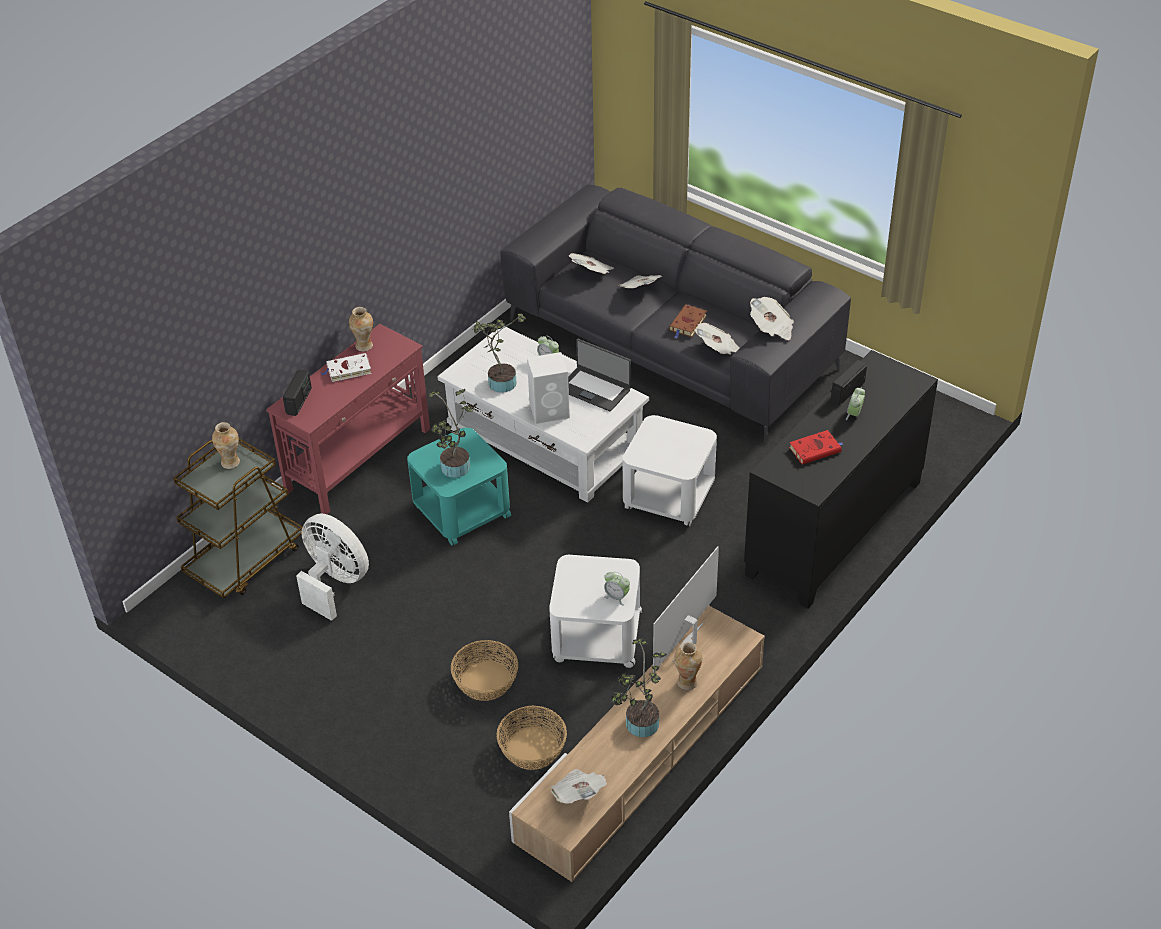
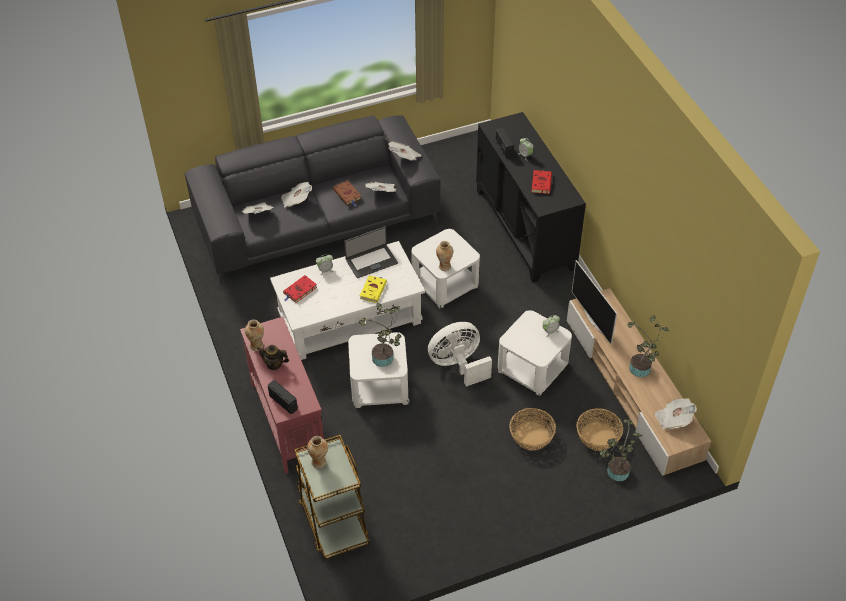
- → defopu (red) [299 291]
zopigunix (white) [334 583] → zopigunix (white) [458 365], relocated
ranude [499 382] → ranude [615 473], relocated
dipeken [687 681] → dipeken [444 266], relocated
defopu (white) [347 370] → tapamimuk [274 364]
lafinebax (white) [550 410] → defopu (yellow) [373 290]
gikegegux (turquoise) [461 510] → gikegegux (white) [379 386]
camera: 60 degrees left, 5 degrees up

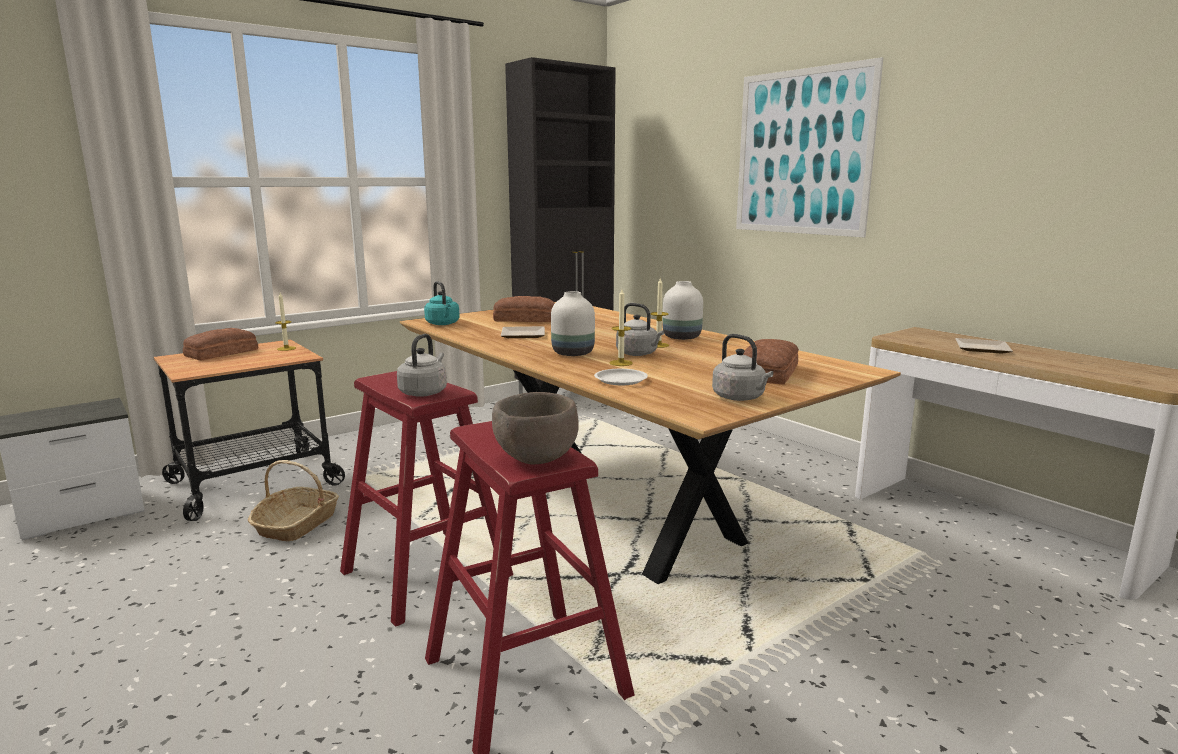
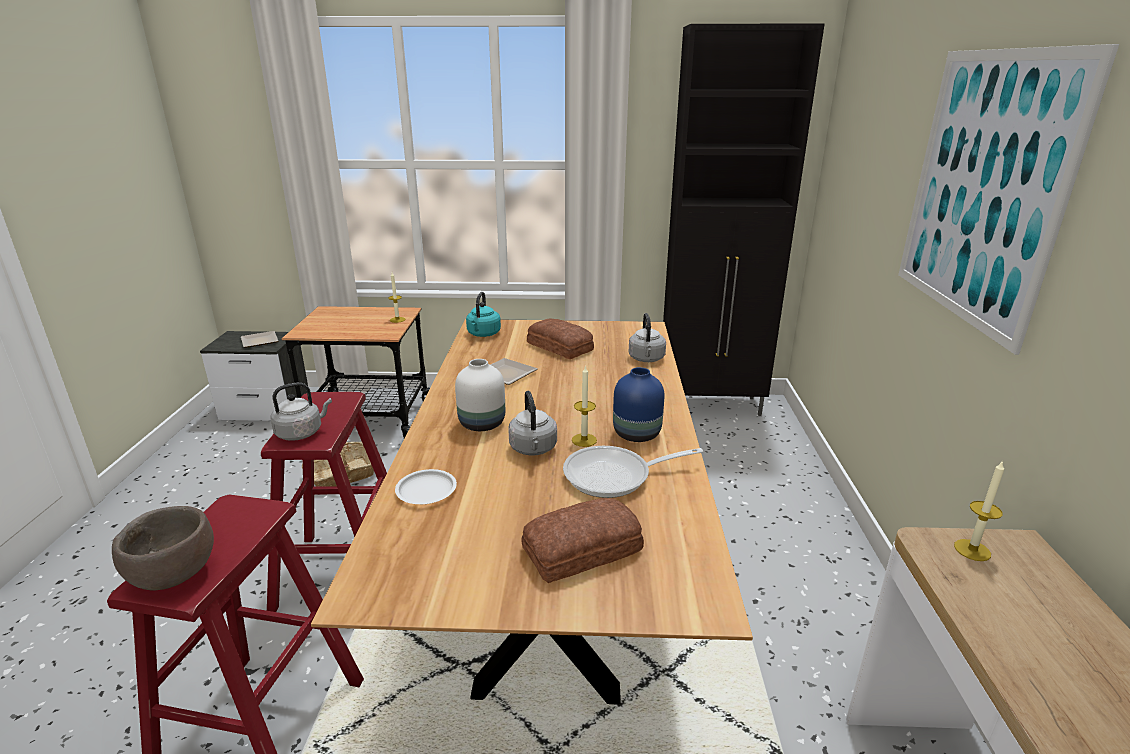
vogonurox [220 353] → -
- → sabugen [615 476]
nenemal [621 363] → nenemal [972 550], relocated
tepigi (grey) [740 398] → tepigi (grey) [646 359], relocated
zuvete [980 349] → zuvete [258 341], relocated
dipeken (white) [681 337] → dipeken (blue) [636 433]
camera: 40 degrees right, 10 degrees up

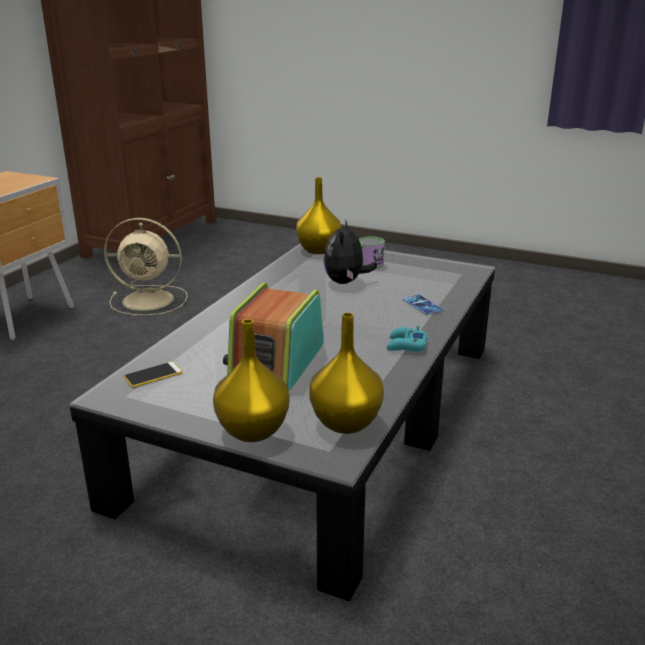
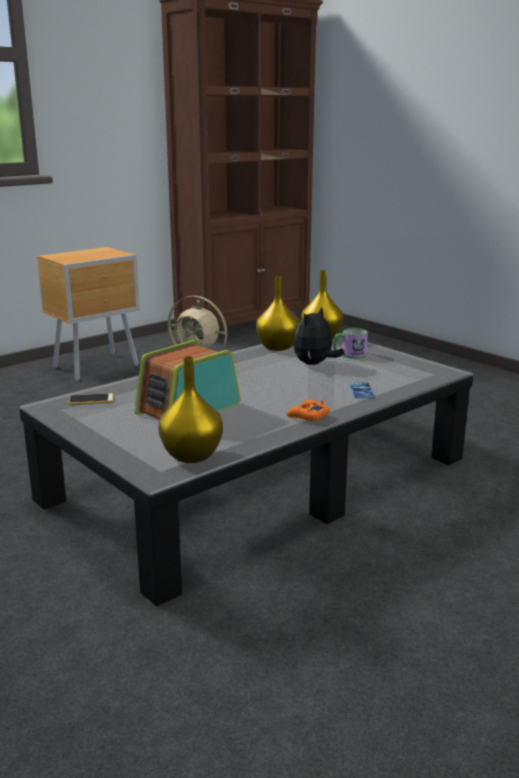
dipeken (yellow) [251 430] → dipeken (yellow) [277 347], relocated
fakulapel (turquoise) [406 345] → fakulapel (orange) [307 416]
camera: 25 degrees right, 5 degrees down

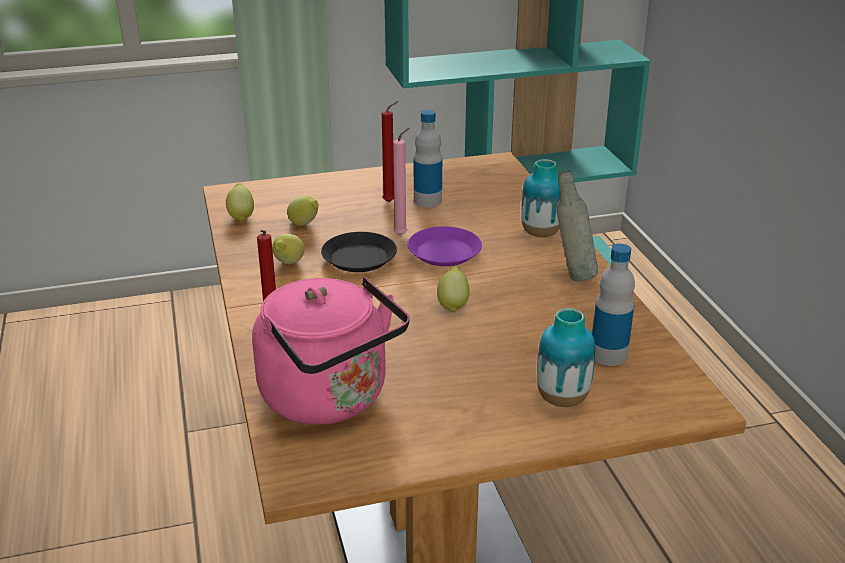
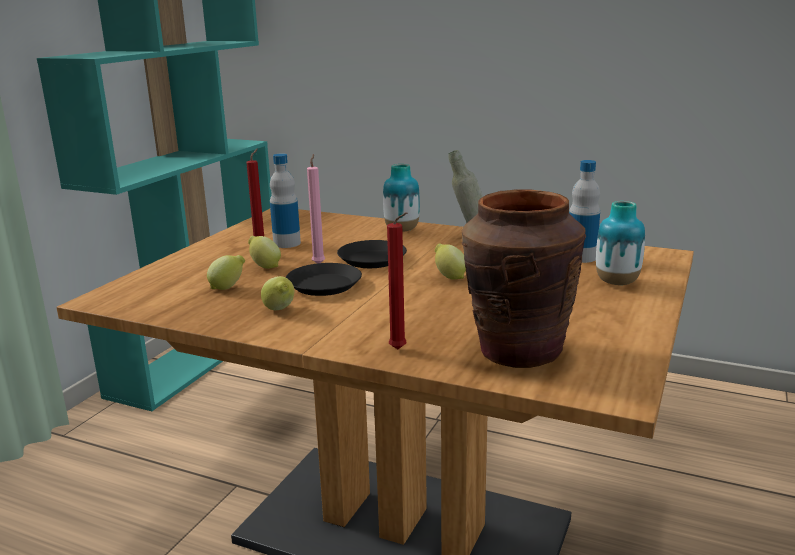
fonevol [241 216] → fonevol [264 266], relocated
tepigi (pink) [330 399] → dipeken (brown) [518 351]
zuvete (purple) [444 252] → zuvete (black) [371 259]
camera: 50 degrees left, 10 degrees down

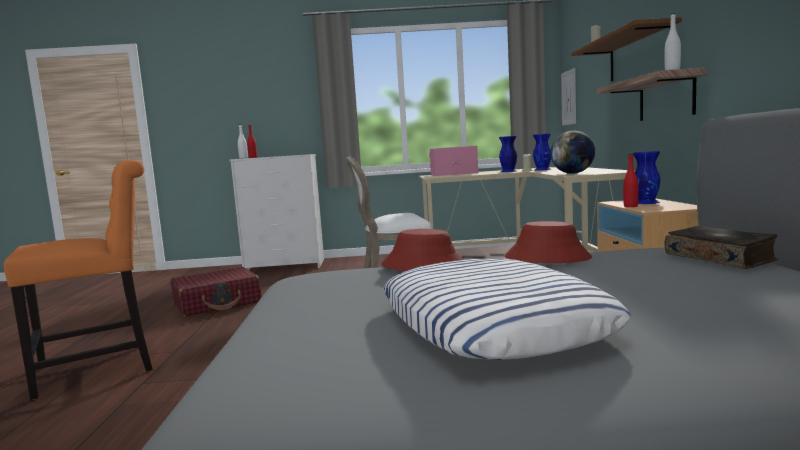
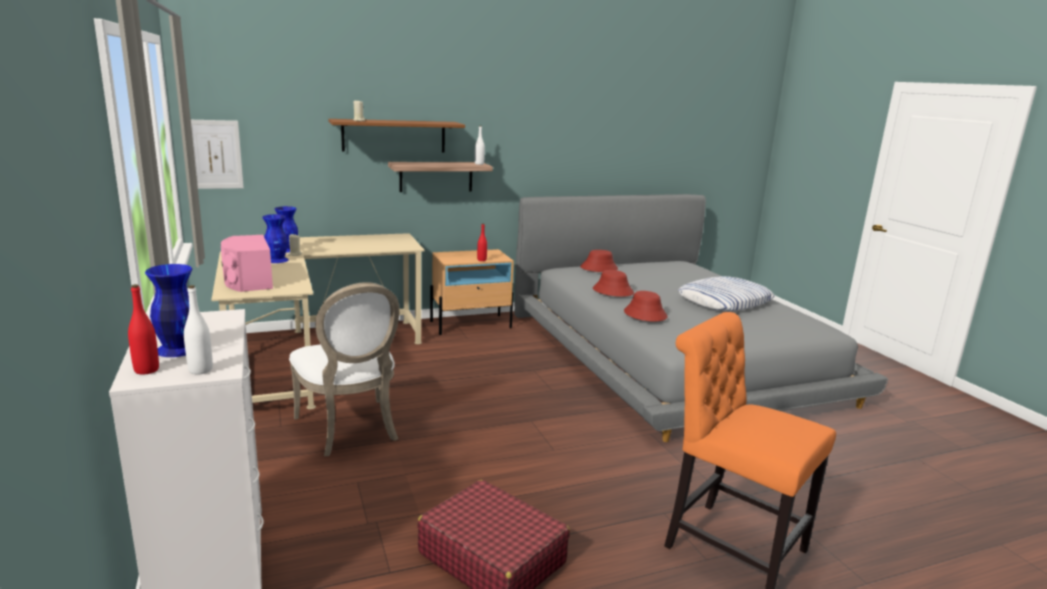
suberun [573 173] → -
dipeken (blue) [646 202] → dipeken (blue) [177 349], relocated
defopu [719 258] → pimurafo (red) [599 268]
camera: 110 degrees left, 10 degrees up

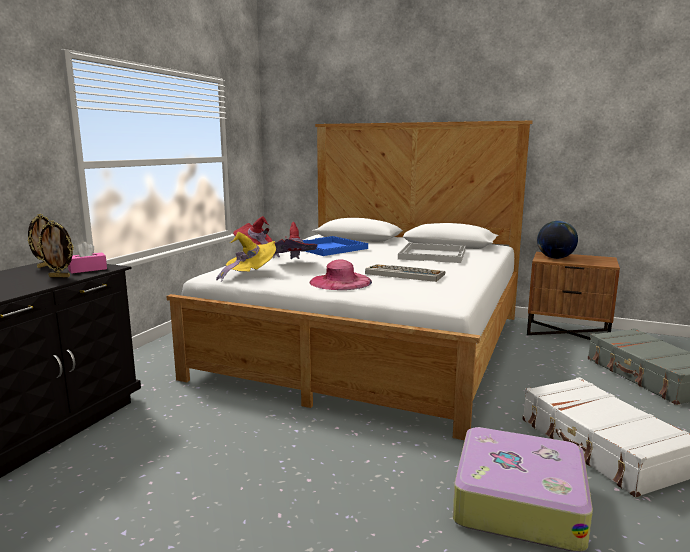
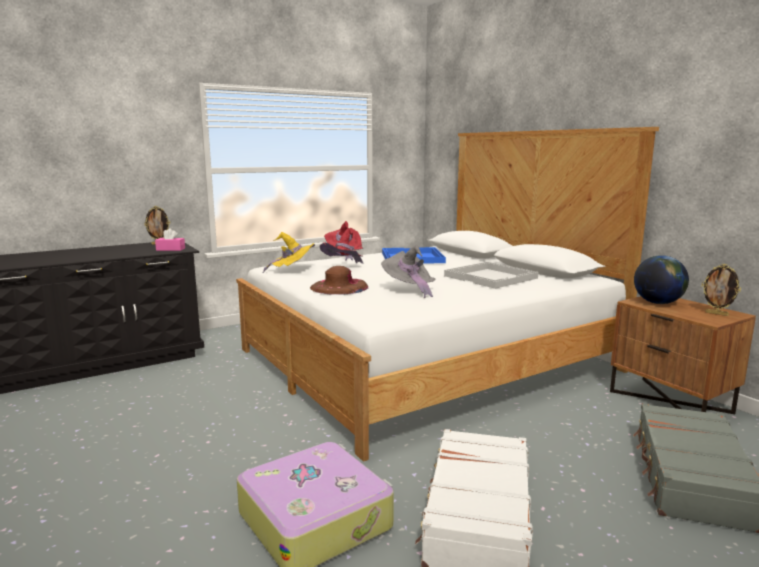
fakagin [60 276] → fakagin [717 314], relocated
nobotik [404 274] → pimurafo (grey) [409 289]
pimurafo (pink) [340 282] → pimurafo (brown) [339 287]
camera: 35 degrees right, 0 degrees up

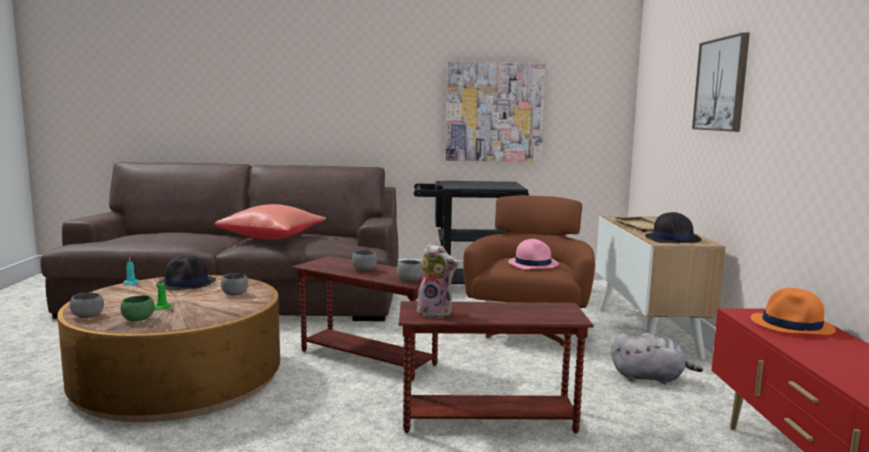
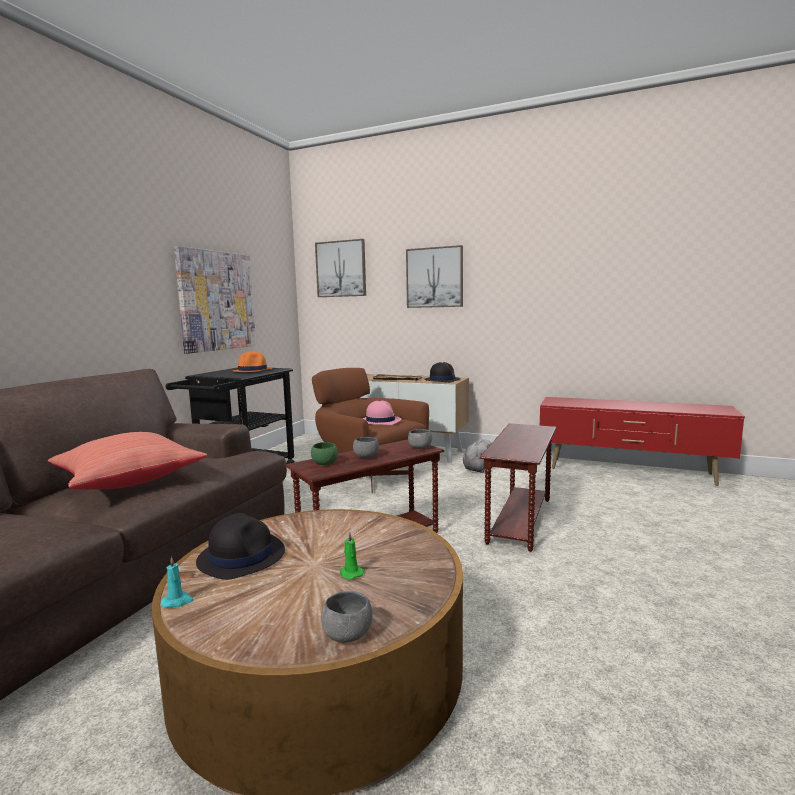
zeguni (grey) [234 294] → -
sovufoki [436 313] → -
- → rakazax [341 269]
zeguni (green) [138 319] → zeguni (green) [324 463], relocated
pimurafo (orange) [792 325] → pimurafo (orange) [253 370], relocated
camera: 65 degrees left, 0 degrees up

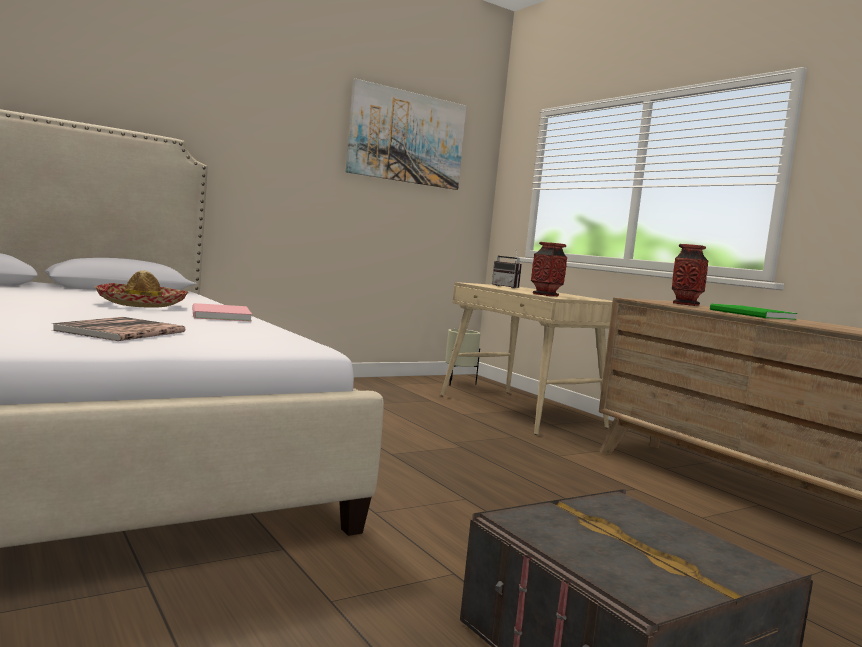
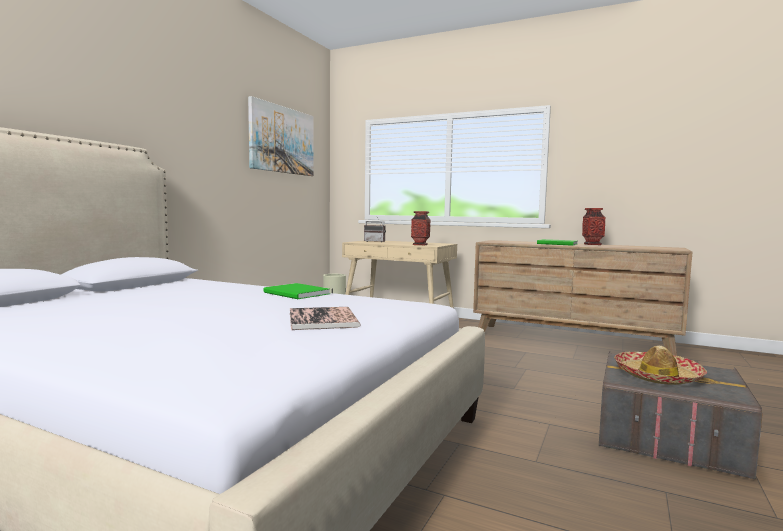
pimurafo [142 304] → pimurafo [657 376], relocated
dipeken [686 304] → dipeken [592 244], relocated
defopu (pink) [219 315] → defopu (green) [296 293]
camera: 30 degrees left, 0 degrees up

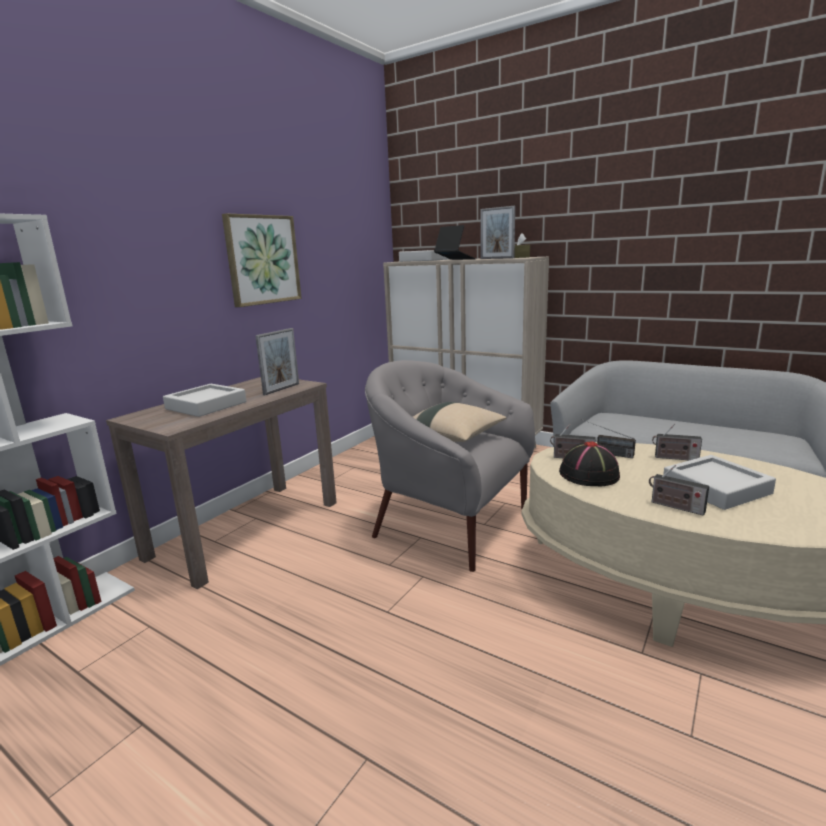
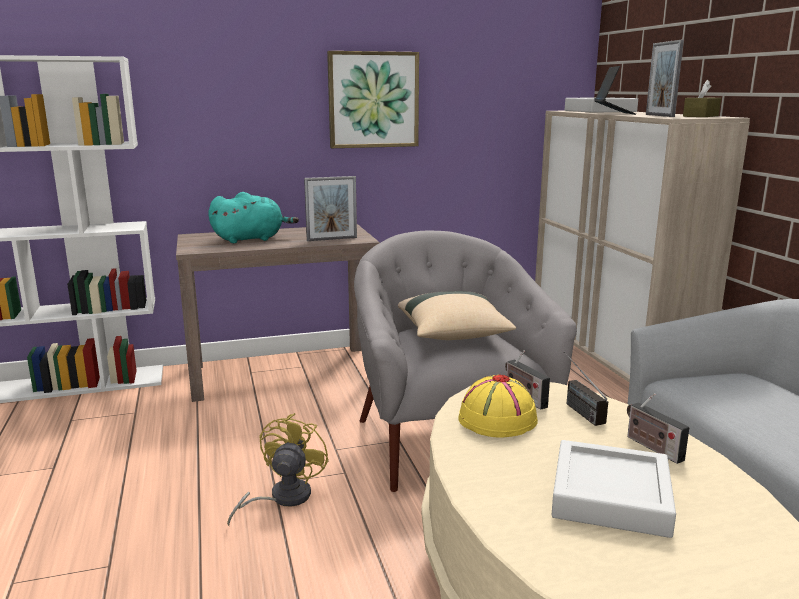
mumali [674 506] → -
- → zopigunix (yellow) [282 498]
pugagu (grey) [206 405] → sovufoki (turquoise) [251 239]
pimurafo (black) [589 475] → pimurafo (yellow) [497 420]
camera: 40 degrees right, 0 degrees up

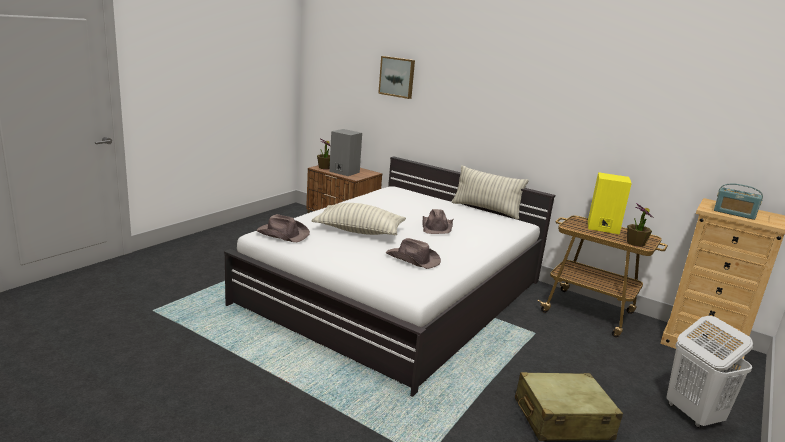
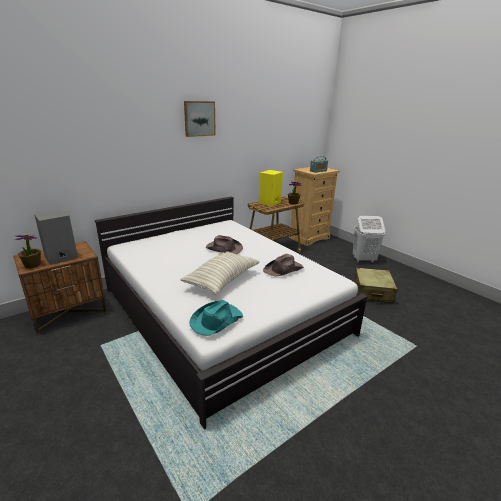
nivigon [486 210] → -
rakazax [397 77] → rakazax [199 118], relocated
pimurafo (brown) [282 233] → pimurafo (turquoise) [216 320]
camera: 70 degrees left, 5 degrees up

